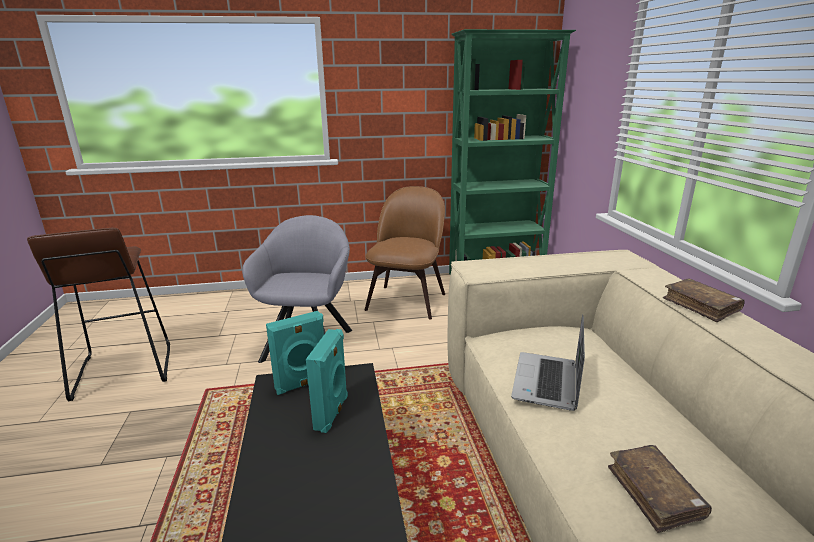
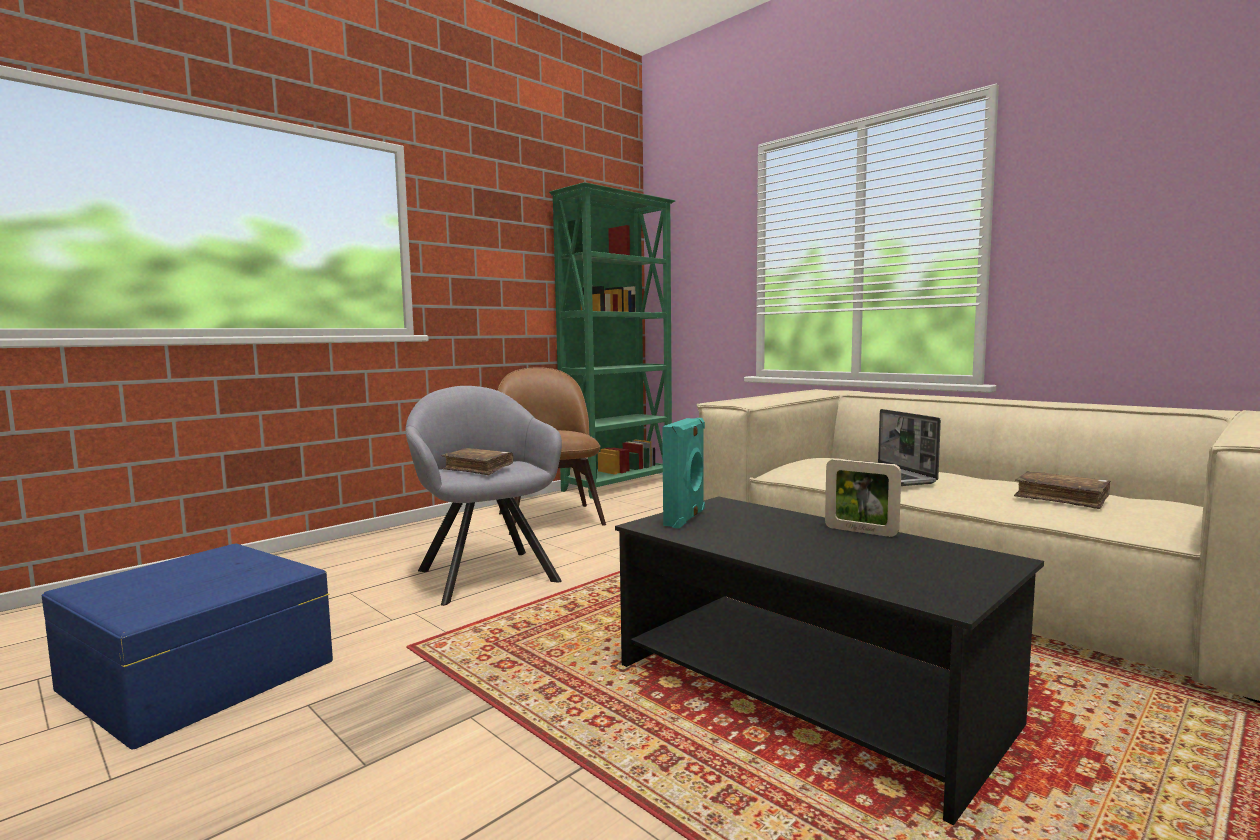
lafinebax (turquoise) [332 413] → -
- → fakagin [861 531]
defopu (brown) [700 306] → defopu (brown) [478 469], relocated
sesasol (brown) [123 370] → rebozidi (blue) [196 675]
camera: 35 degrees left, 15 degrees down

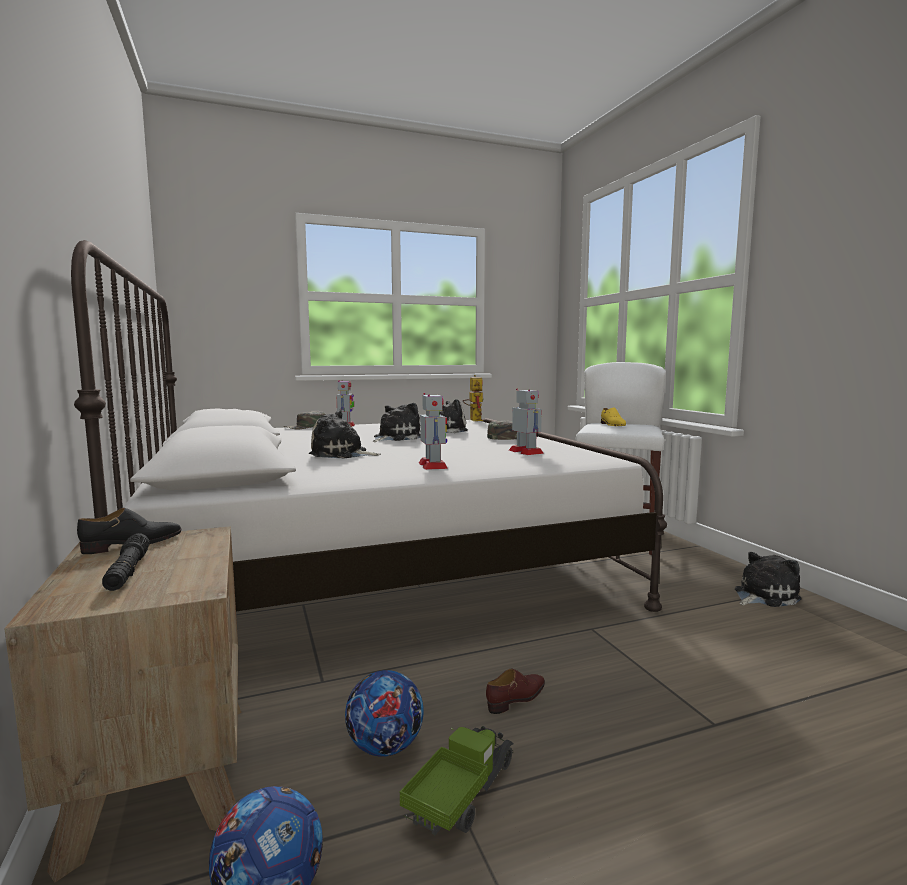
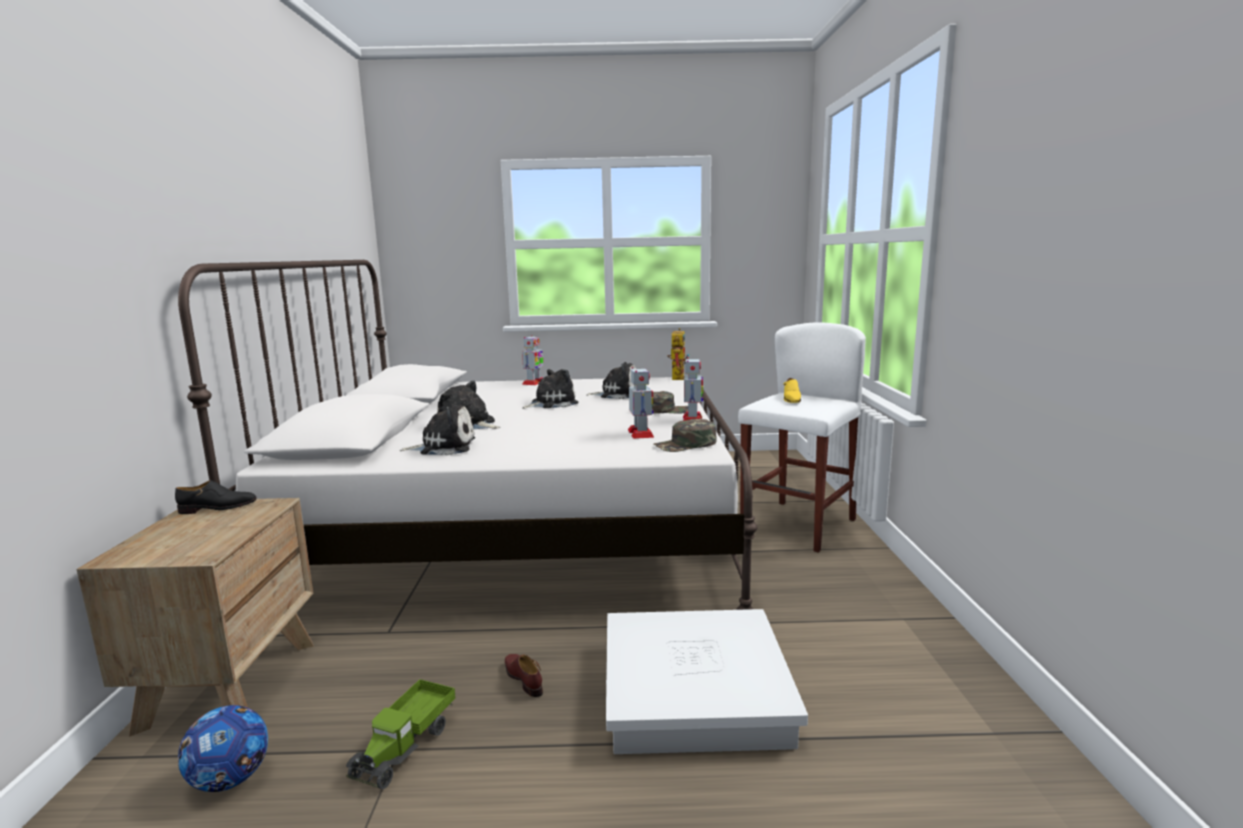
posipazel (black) [127 571] → -
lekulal [385 747] → -
- → rebozidi (white) [695 692]
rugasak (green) [306 427] → rugasak (green) [685 445], relocated
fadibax [433 465] → fadibax [692 419], relocated
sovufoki [763 596] → sovufoki [444 447], relocated
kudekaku [461 794] → kudekaku [406 746], 150 degrees clockwise
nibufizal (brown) [517 698] → nibufizal (brown) [523 678], 105 degrees counterclockwise
camera: 20 degrees right, 5 degrees up

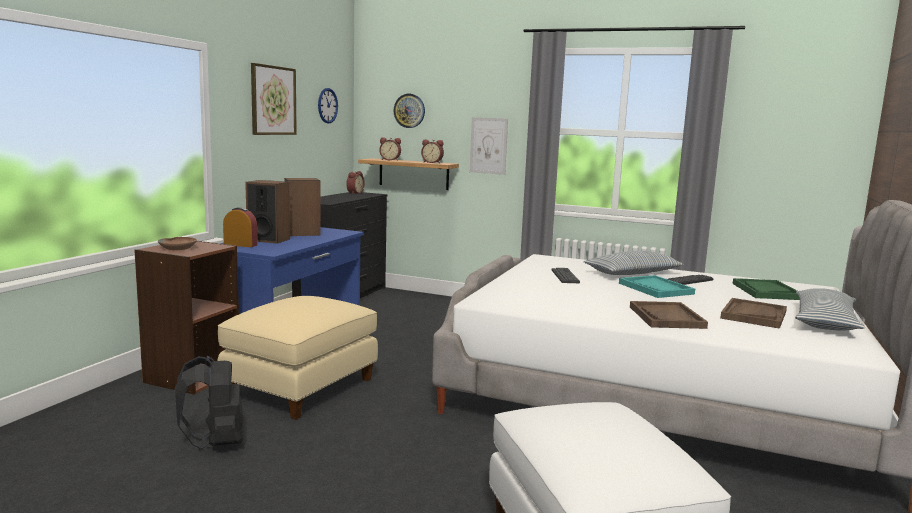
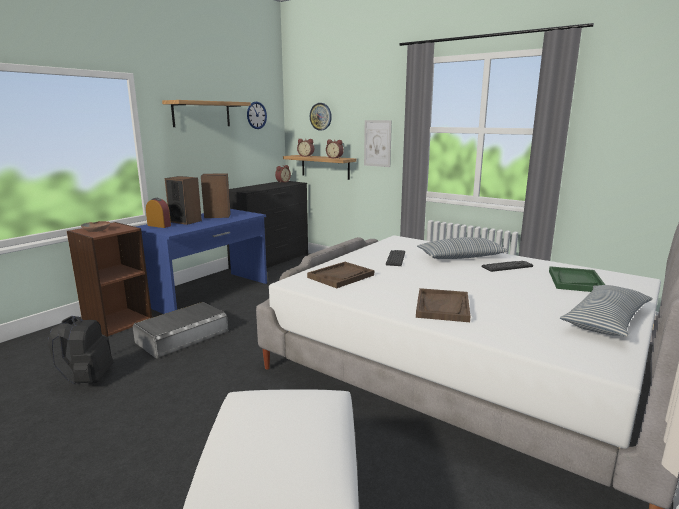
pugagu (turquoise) [656 288] → -
pugagu (brown) [753 315] → pugagu (brown) [341 276], relocated
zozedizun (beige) [301 387] → rebozidi (grey) [182 336]
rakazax [273 100] → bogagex [201 114]
camera: 15 degrees right, 5 degrees up

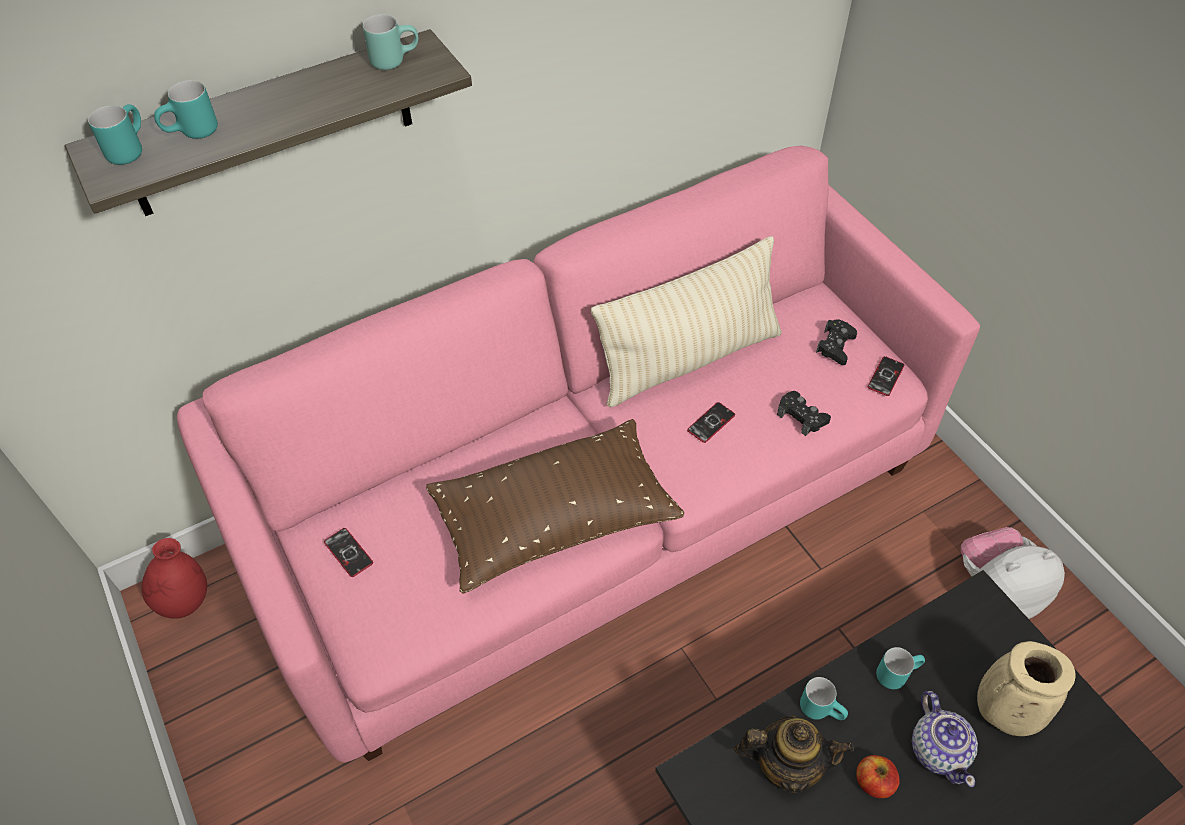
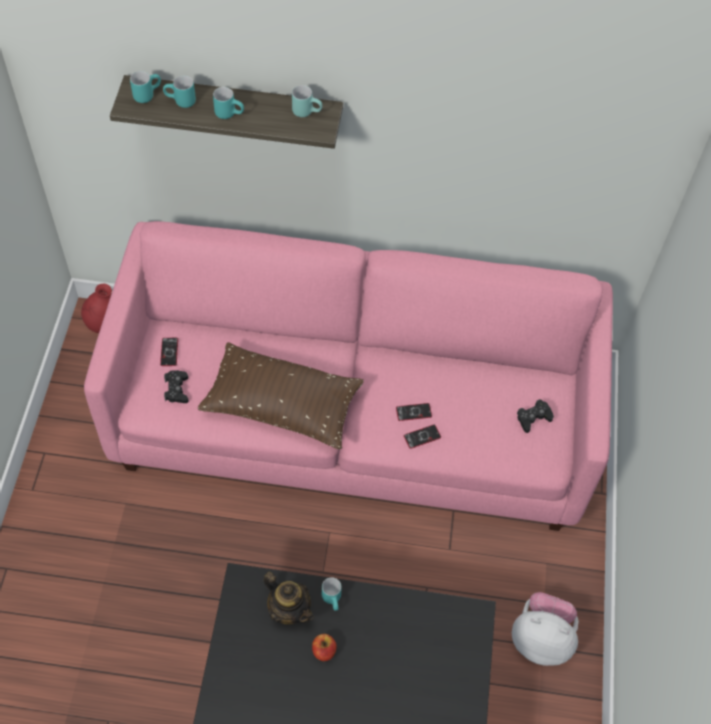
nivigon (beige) [688 359] → -
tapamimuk [938 749] → -
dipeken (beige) [1001 714] → -
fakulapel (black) [802 417] → fakulapel (black) [176 389], relocated
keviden [885 376] → keviden [422 437], relocated
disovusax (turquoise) [896 672] → disovusax (turquoise) [230 113], relocated
camera: 35 degrees right, 5 degrees up

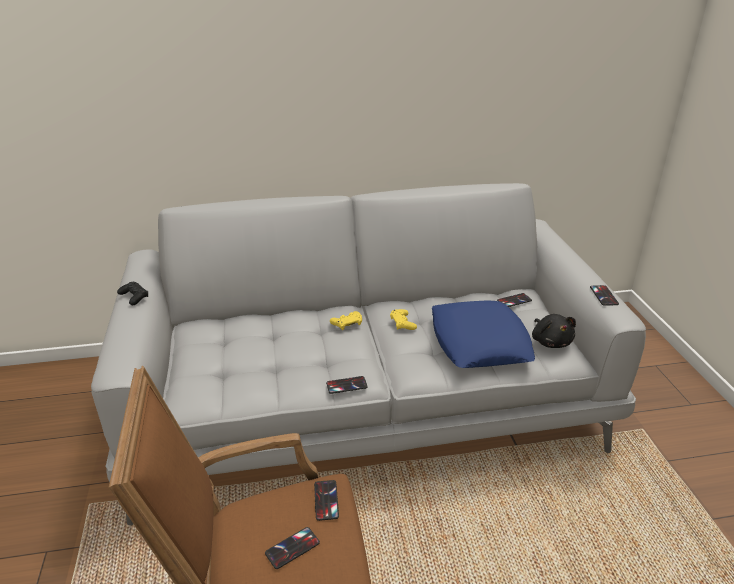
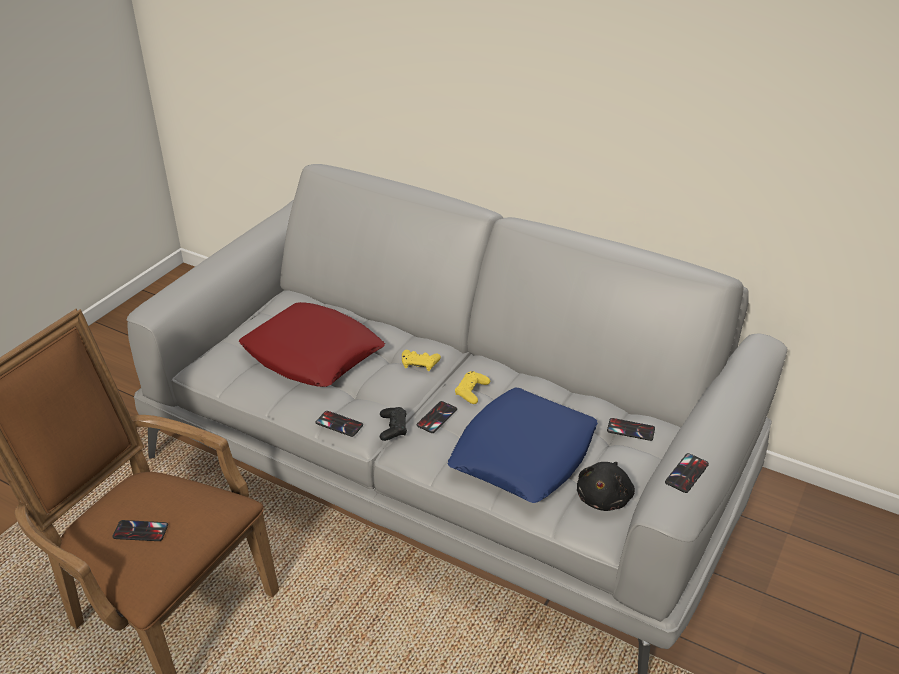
- → nivigon (red) [313 354]
fakulapel (black) [134 297] → fakulapel (black) [393 427], relocated
keviden [326 500] → keviden [437 417], relocated
camera: 40 degrees right, 5 degrees up

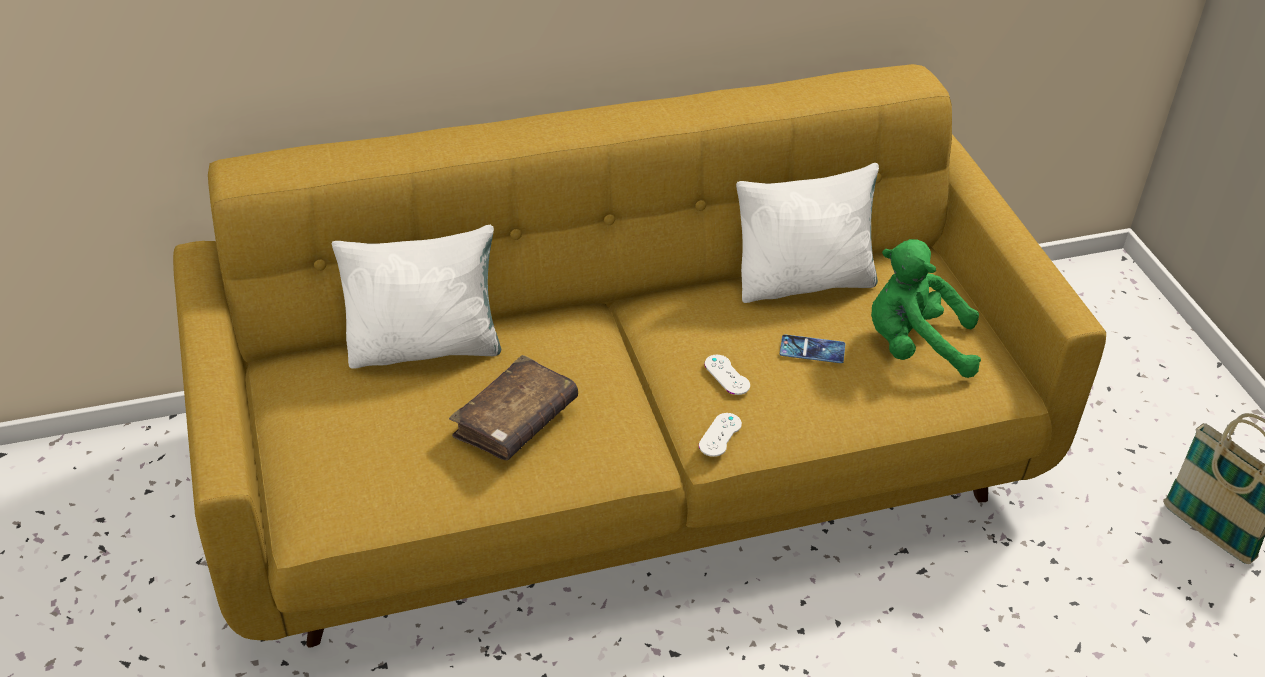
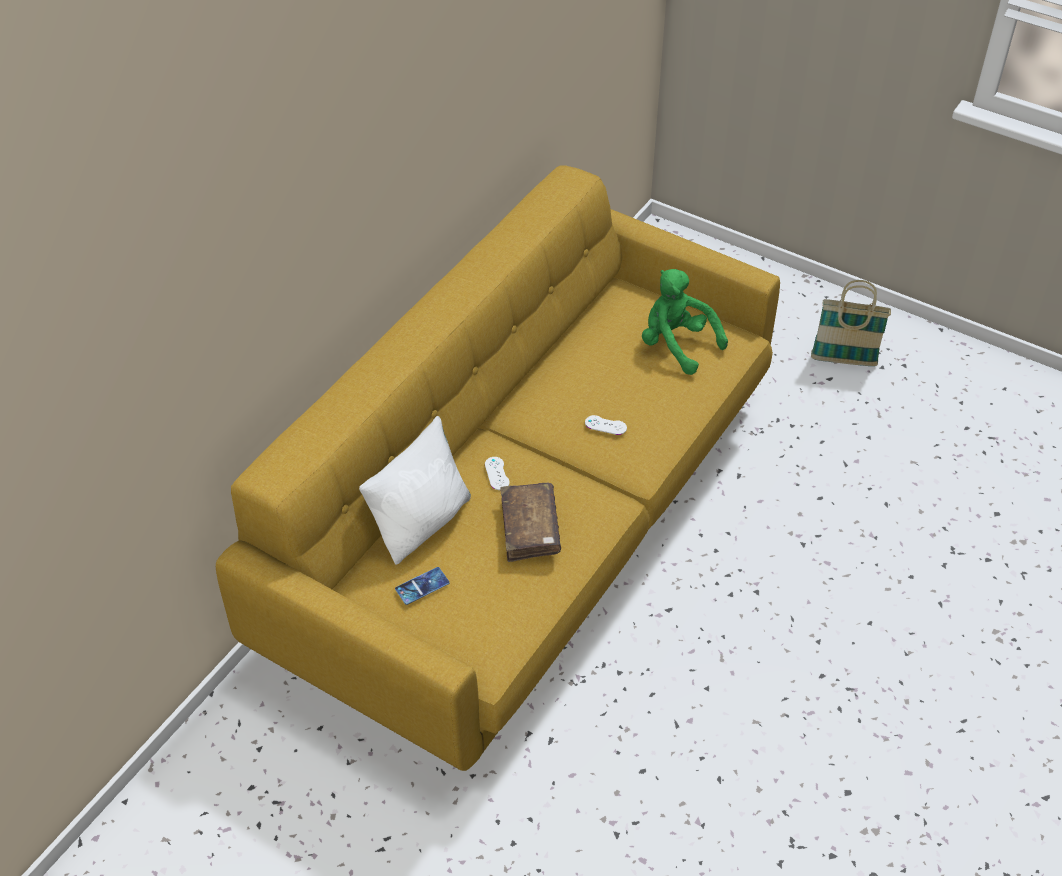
nivigon (white) [804 282] → -
fakulapel (white) [720 435] → fakulapel (white) [497 473], relocated
keviden [812 349] → keviden [422 586], relocated
sovufoki (green) [914 346] → sovufoki (green) [676 345], 75 degrees clockwise
camera: 40 degrees left, 5 degrees up

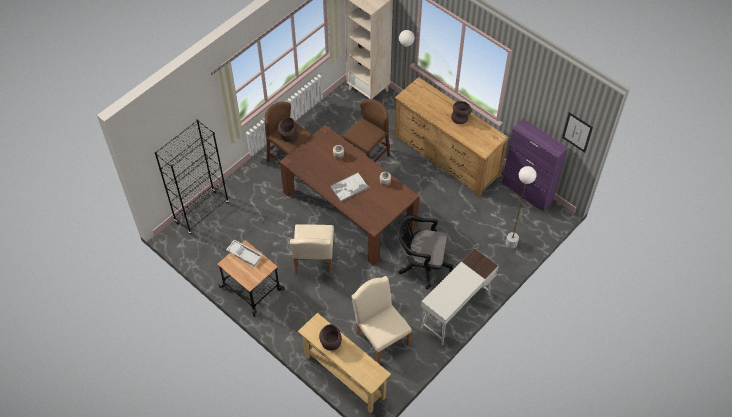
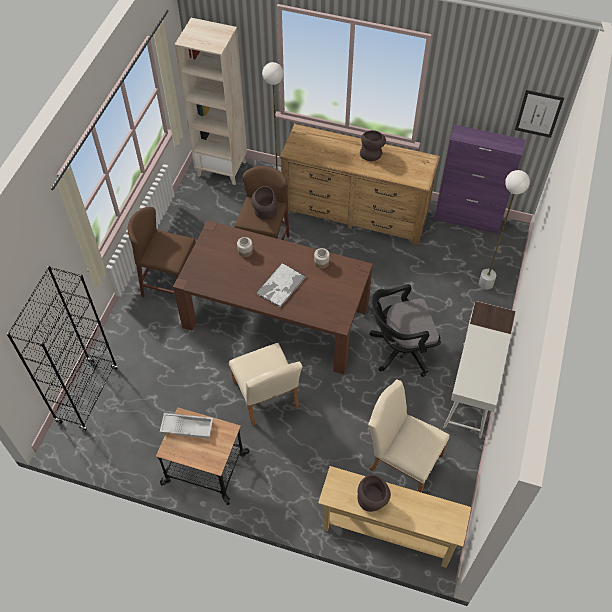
dipeken (brown) [288 137] → dipeken (brown) [265 213], relocated
camera: 25 degrees left, 0 degrees up

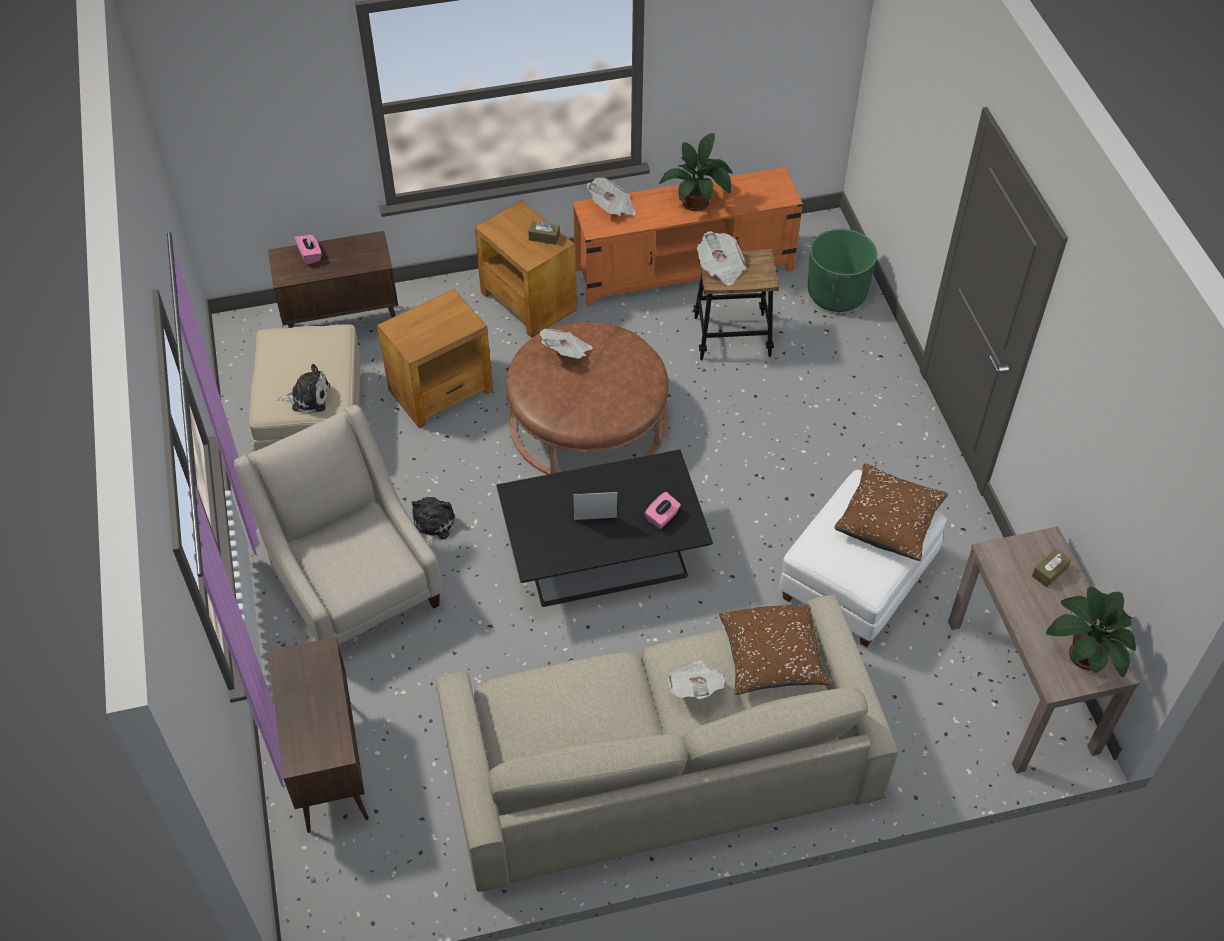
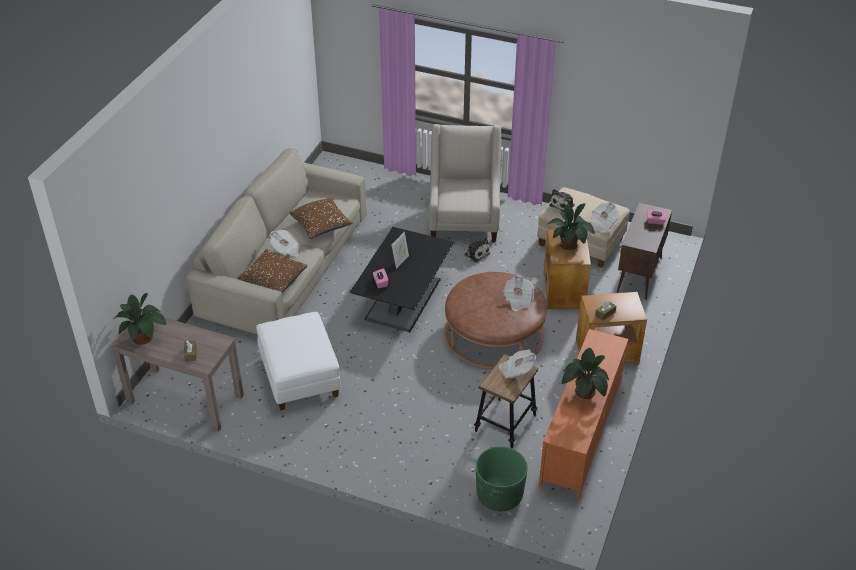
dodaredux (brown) [329 764] → -
- → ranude [570 245]
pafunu [612 208] → pafunu [602 224], relocated
nivigon (brown) [888 522] → nivigon (brown) [321 225], relocated
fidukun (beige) [355 586] → fidukun (beige) [464 219], 90 degrees counterclockwise
camera: 125 degrees right, 10 degrees down

